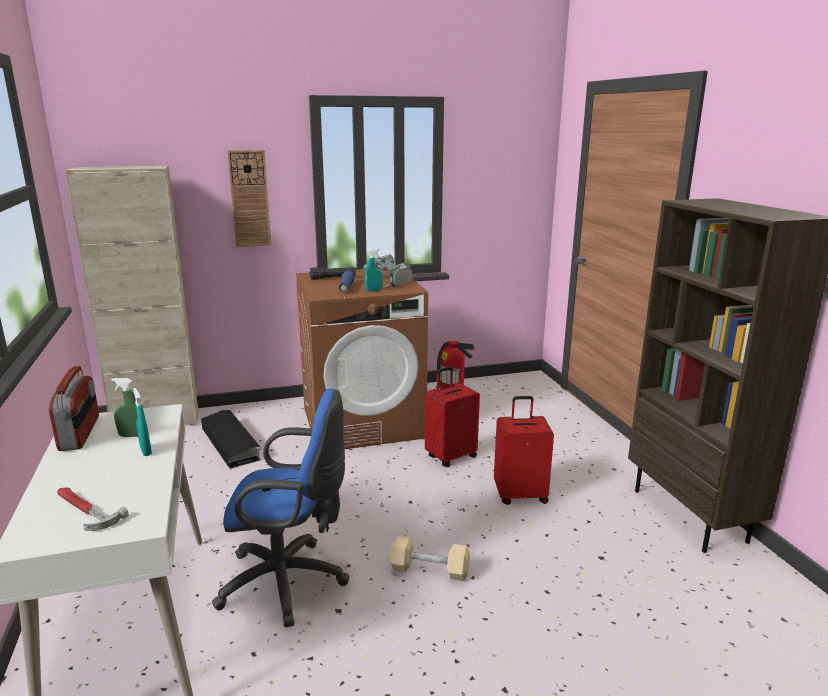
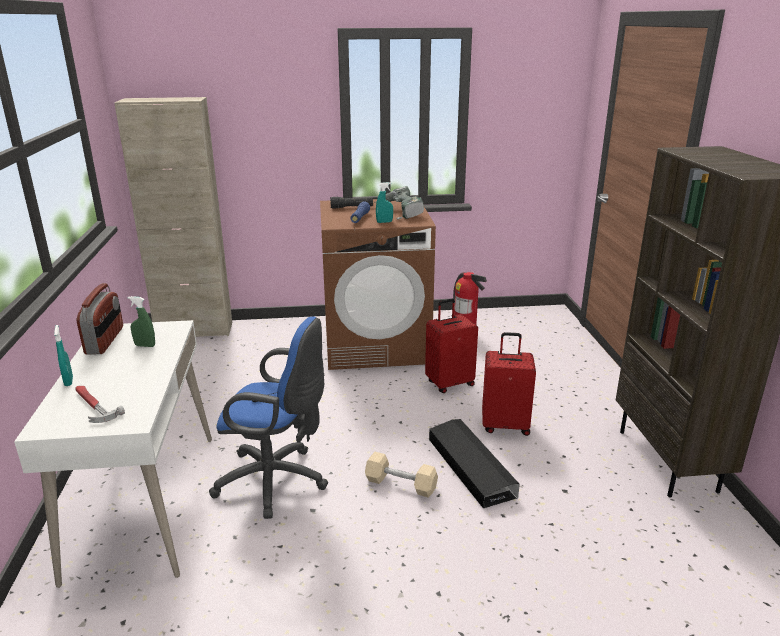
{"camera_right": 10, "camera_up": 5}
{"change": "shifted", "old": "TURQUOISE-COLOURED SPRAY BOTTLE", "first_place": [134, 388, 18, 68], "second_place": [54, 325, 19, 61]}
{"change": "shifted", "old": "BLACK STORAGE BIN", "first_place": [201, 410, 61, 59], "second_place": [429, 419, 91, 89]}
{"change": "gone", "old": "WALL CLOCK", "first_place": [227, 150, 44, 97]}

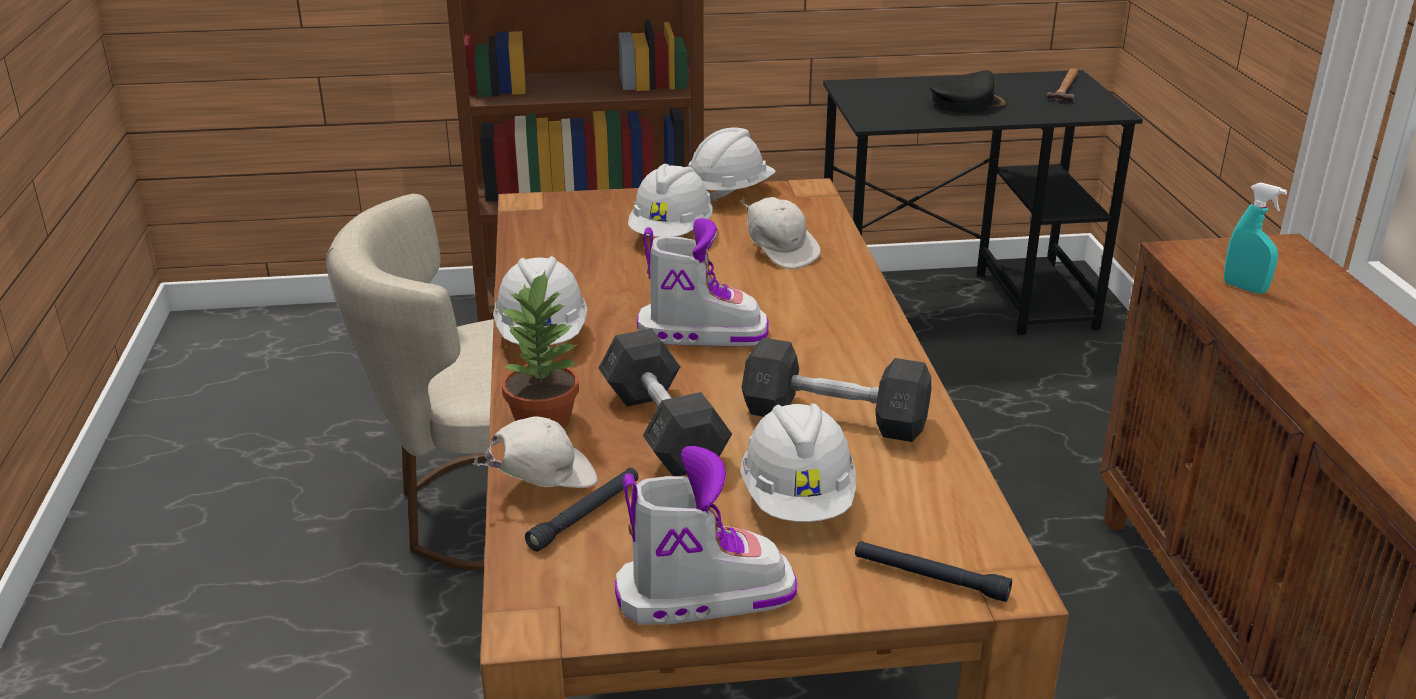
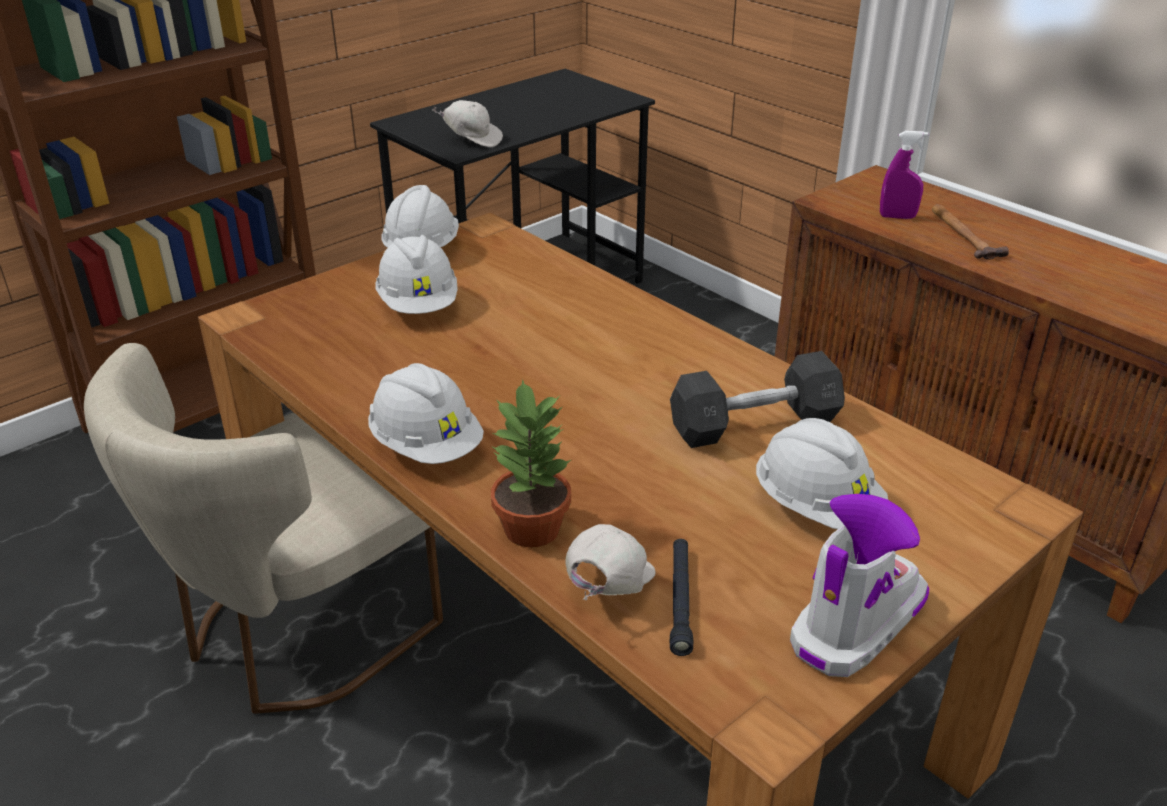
{"camera_right": -35, "camera_up": 5}
{"change": "shifted", "old": "WHITISH CAP", "first_place": [740, 197, 81, 72], "second_place": [433, 100, 70, 47]}
{"change": "repainted", "old": "TURQUOISE-COLOURED SPRAY BOTTLE", "new": "PURPLE SPRAY BOTTLE", "first_place": [1224, 182, 63, 112], "second_place": [880, 131, 48, 88]}
{"change": "shifted", "old": "HAND HAMMER", "first_place": [1046, 68, 32, 34], "second_place": [932, 204, 77, 56]}
{"change": "gone", "old": "GREY FREE WEIGHT", "first_place": [599, 328, 133, 148]}
{"change": "gone", "old": "HIGH-TOP BOOT", "first_place": [637, 218, 132, 129]}
{"change": "gone", "old": "BLACK FLASHLIGHT", "first_place": [855, 541, 157, 61]}
{"change": "gone", "old": "BLACK CAP", "first_place": [929, 70, 79, 43]}

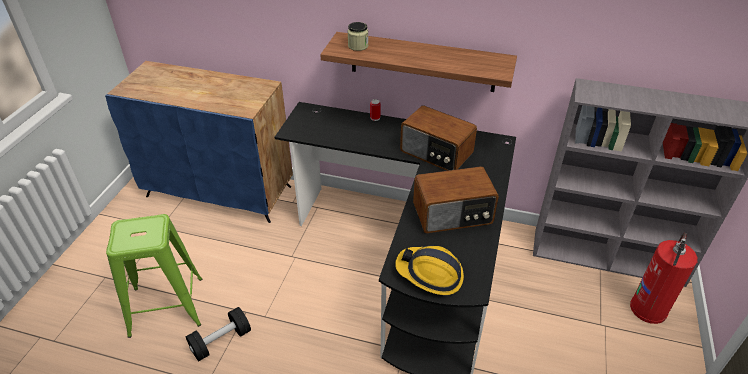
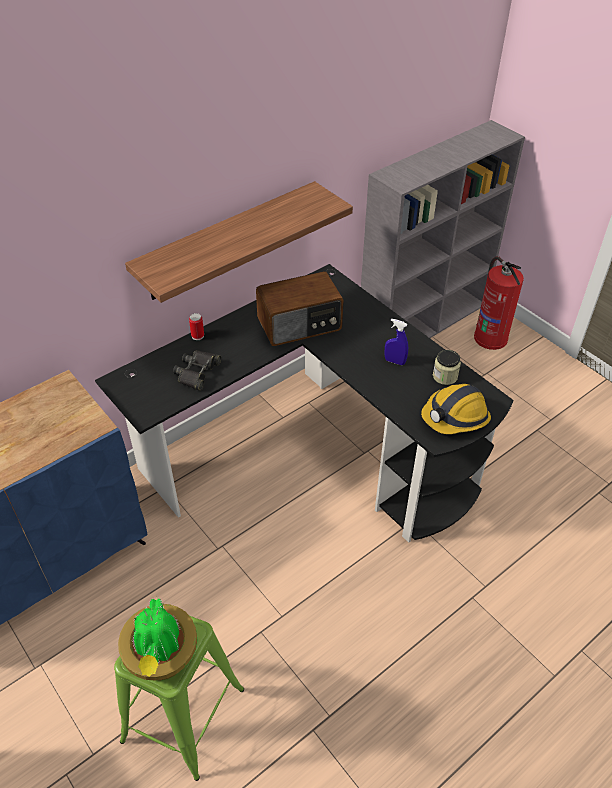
{"camera_right": -55, "camera_up": 5}
{"change": "new", "new": "POTTED PLANT", "second_place": [118, 595, 79, 86]}
{"change": "new", "new": "BLACK PAIR OF BINOCULARS", "second_place": [173, 350, 49, 41]}
{"change": "swapped", "old": "RADIO", "new": "BLUE-COLOURED SPRAY BOTTLE", "first_place": [413, 166, 86, 67], "second_place": [384, 319, 24, 46]}
{"change": "shifted", "old": "STORAGE JAR", "first_place": [348, 22, 20, 29], "second_place": [433, 350, 28, 35]}
{"change": "gone", "old": "BLACK FREE WEIGHT", "first_place": [186, 307, 65, 54]}

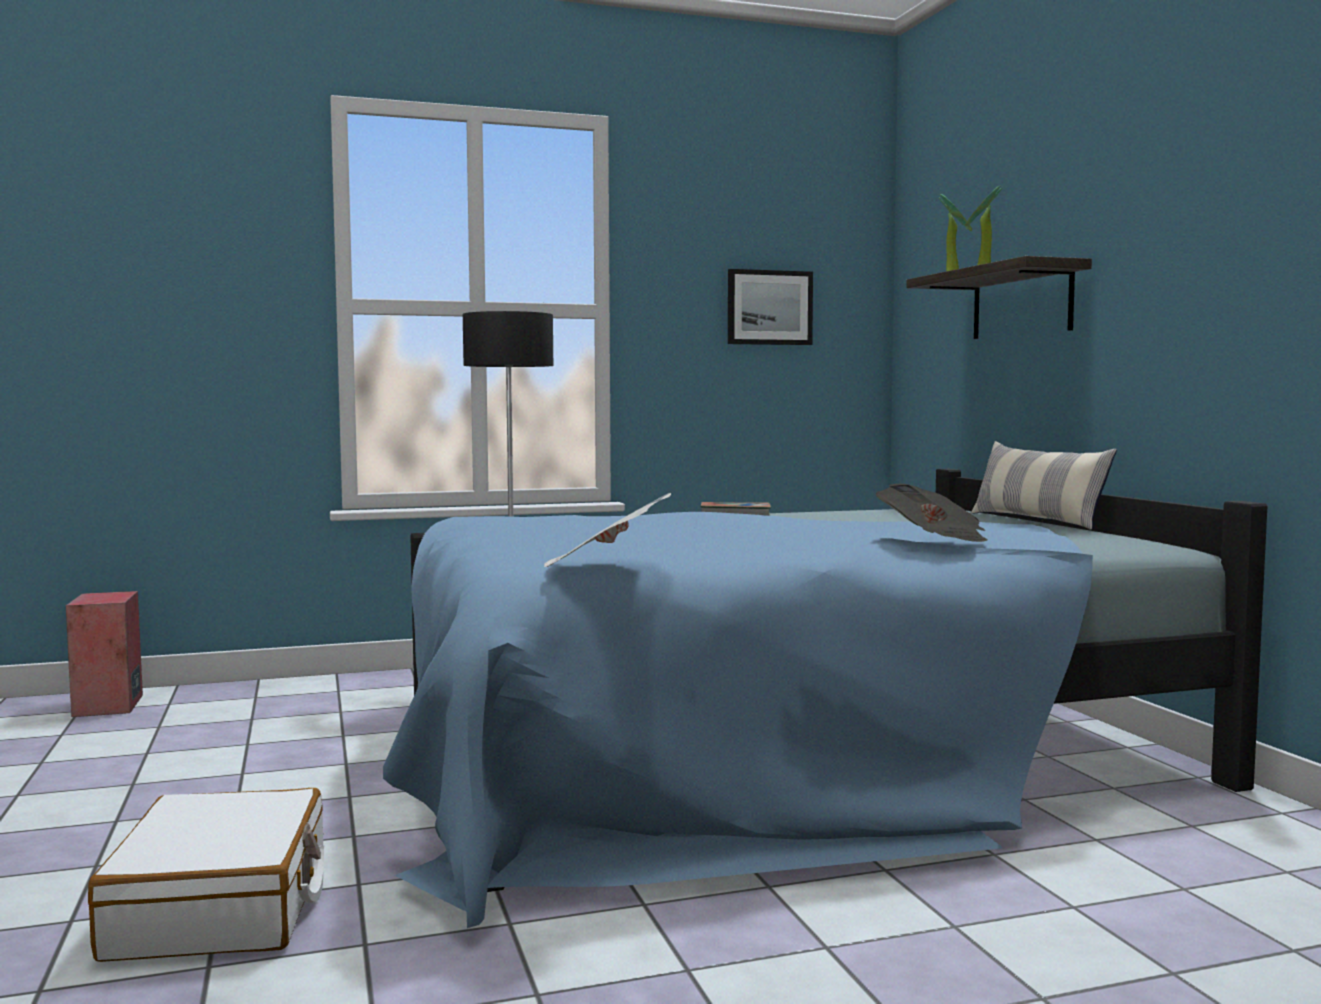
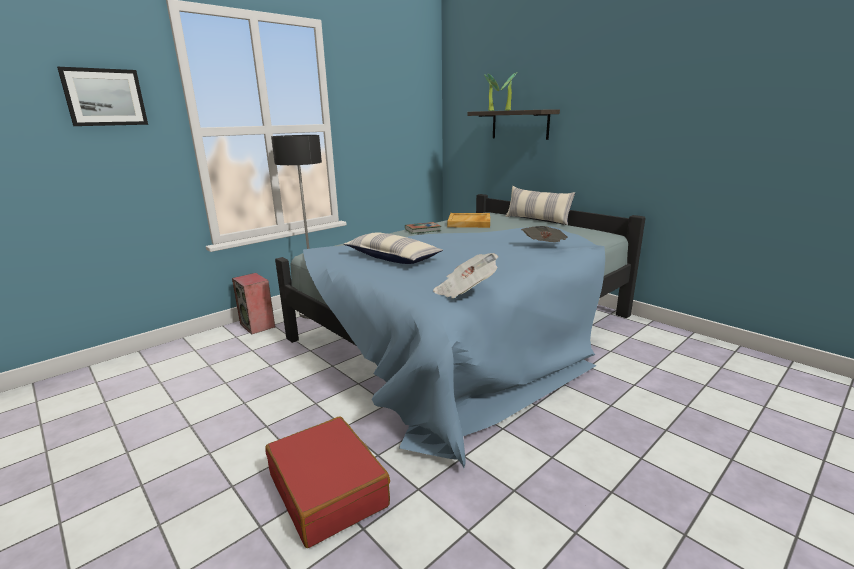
{"camera_right": -25, "camera_up": 15}
{"change": "shifted", "old": "PICTURE", "first_place": [728, 269, 85, 76], "second_place": [57, 67, 91, 59]}
{"change": "shifted", "old": "LOUDSPEAKER", "first_place": [66, 591, 77, 126], "second_place": [232, 273, 43, 61]}
{"change": "repainted", "old": "WHITISH SUITCASE", "new": "RED SUITCASE", "first_place": [88, 788, 236, 174], "second_place": [265, 416, 125, 132]}
{"change": "new", "new": "PILLOW", "second_place": [344, 233, 99, 31]}
{"change": "new", "new": "BEIGE-COLOURED CARRYING TRAY", "second_place": [447, 213, 43, 15]}

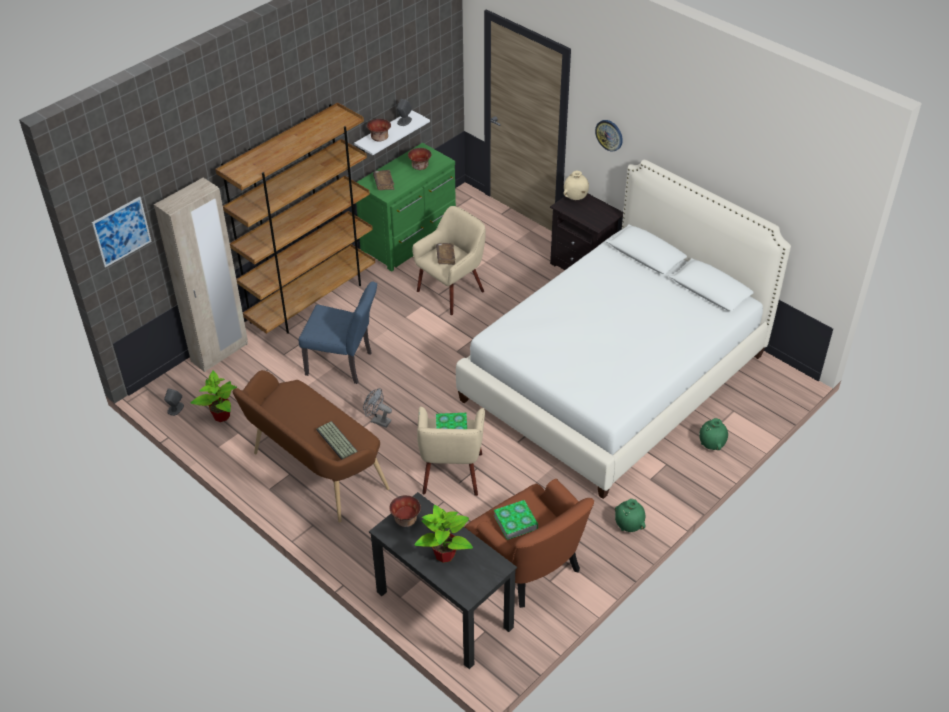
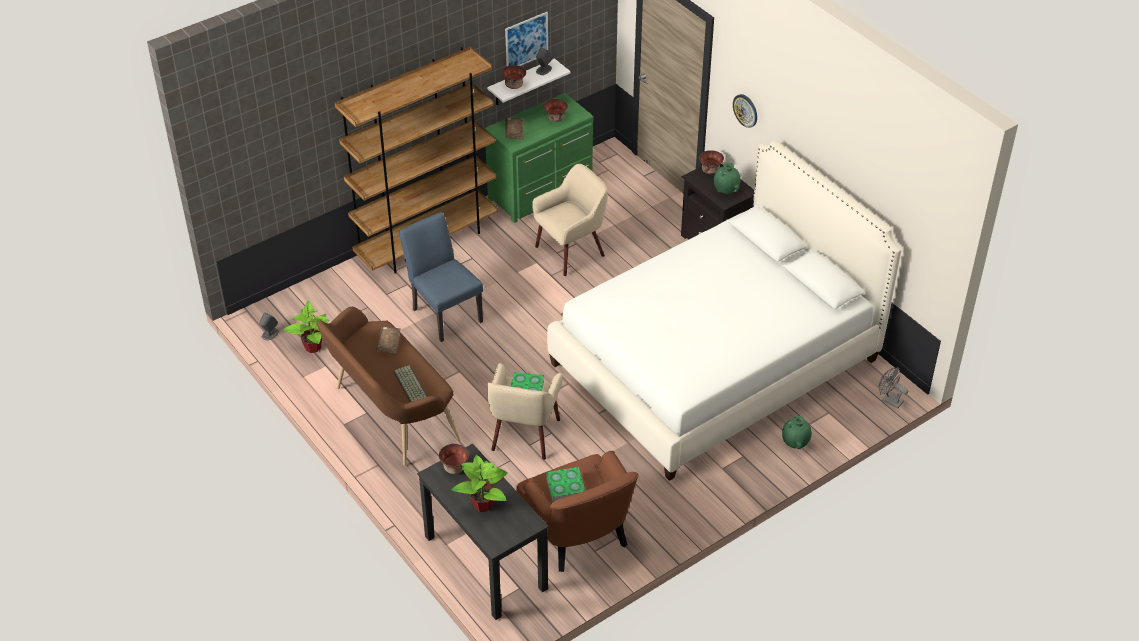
{"camera_right": 10, "camera_up": 0}
{"change": "shifted", "old": "BROWN-COLOURED VOLUME", "first_place": [436, 243, 19, 22], "second_place": [376, 327, 25, 27]}
{"change": "rotated", "old": "BLUE-COLOURED PLAIN CHAIR", "first_place": [299, 281, 78, 103], "second_place": [399, 212, 84, 130], "degrees": -150}
{"change": "shifted", "old": "PICTURE", "first_place": [92, 197, 60, 70], "second_place": [505, 12, 43, 54]}
{"change": "swapped", "old": "BEIGE-COLOURED VASE", "new": "BOWL", "first_place": [564, 171, 25, 29], "second_place": [699, 150, 25, 24]}
{"change": "shifted", "old": "GREEN-COLOURED VASE", "first_place": [615, 499, 31, 33], "second_place": [714, 162, 27, 32]}
{"change": "shifted", "old": "GREY COOLING FAN", "first_place": [363, 388, 29, 40], "second_place": [878, 367, 30, 41]}
{"change": "gone", "old": "BEIGE-COLOURED WARDROBE", "first_place": [154, 178, 94, 194]}

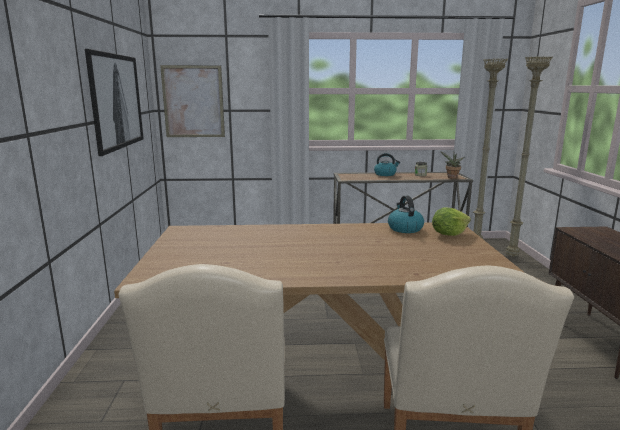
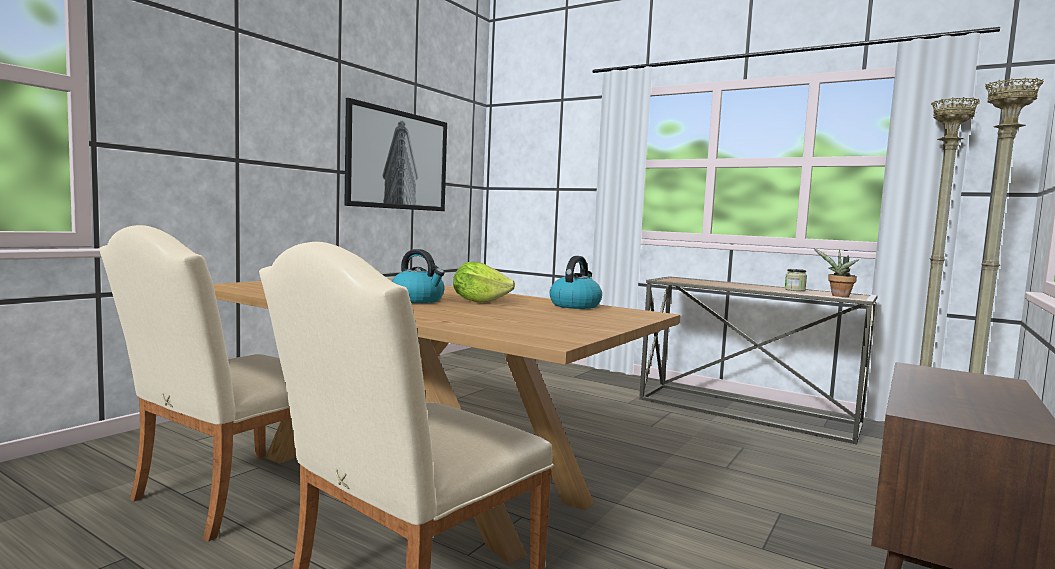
{"camera_right": 35, "camera_up": -10}
{"change": "shifted", "old": "TEA KETTLE", "first_place": [374, 153, 26, 23], "second_place": [392, 249, 53, 54]}
{"change": "shifted", "old": "LETTUCE", "first_place": [432, 208, 39, 28], "second_place": [453, 262, 62, 41]}
{"change": "gone", "old": "PICTURE", "first_place": [160, 65, 65, 72]}

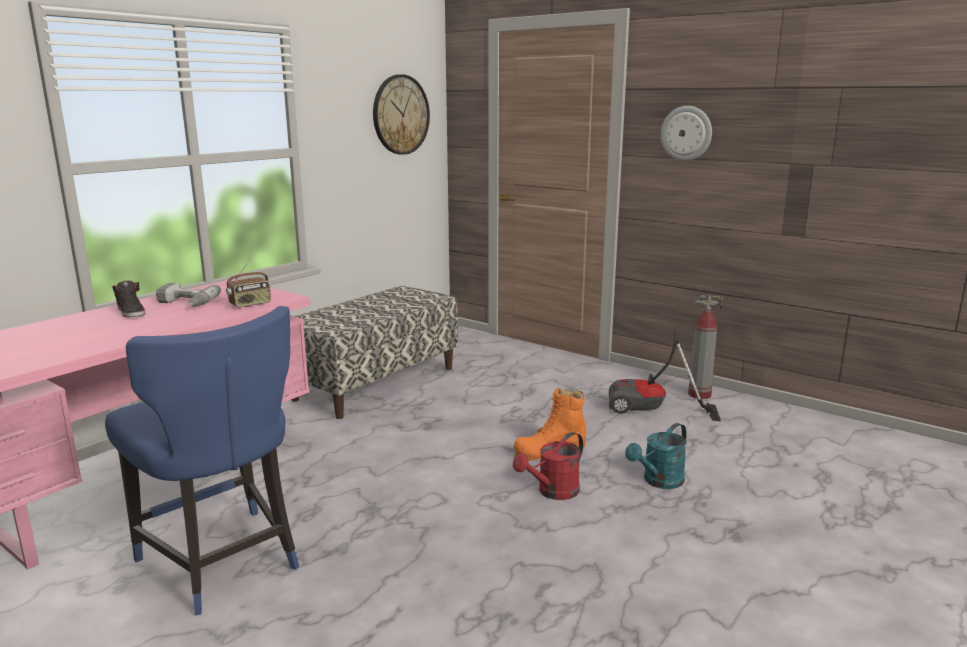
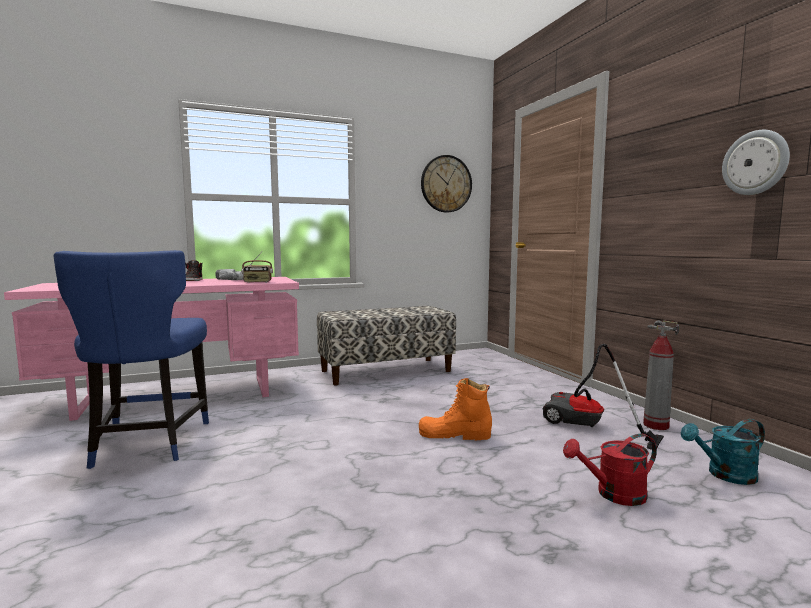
{"camera_right": 30, "camera_up": -10}
{"change": "shifted", "old": "RED WATERING CAN", "first_place": [513, 432, 70, 68], "second_place": [563, 433, 94, 73]}
{"change": "shifted", "old": "TURQUOISE-COLOURED WATERING CAN", "first_place": [625, 423, 62, 66], "second_place": [681, 419, 84, 66]}
{"change": "shifted", "old": "WALL CLOCK", "first_place": [661, 106, 51, 55], "second_place": [722, 130, 68, 65]}

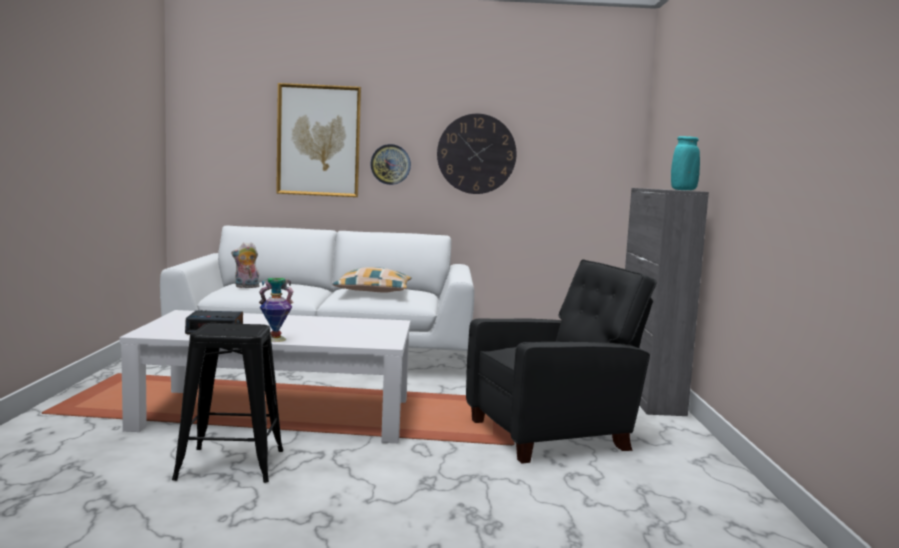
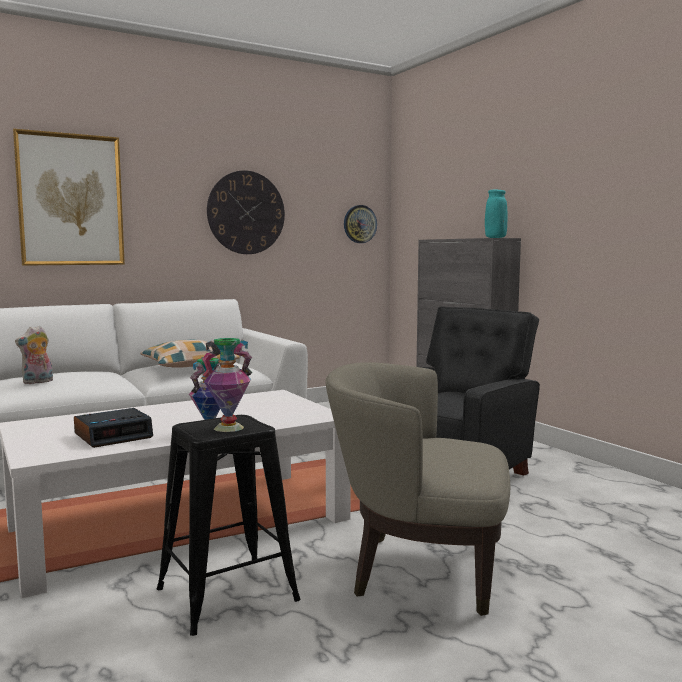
{"camera_right": -30, "camera_up": 0}
{"change": "new", "new": "VASE", "second_place": [202, 338, 50, 94]}
{"change": "new", "new": "BEIGE-COLOURED ARMCHAIR", "second_place": [325, 362, 185, 254]}
{"change": "shifted", "old": "WALL CLOCK", "first_place": [370, 144, 41, 41], "second_place": [344, 205, 33, 38]}

